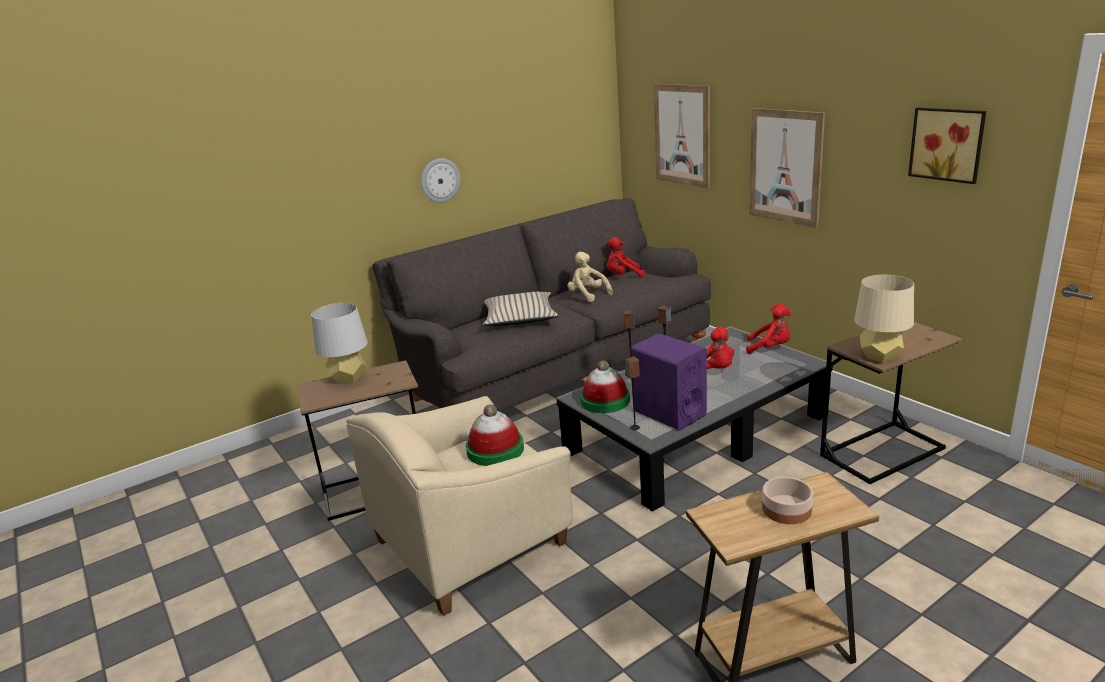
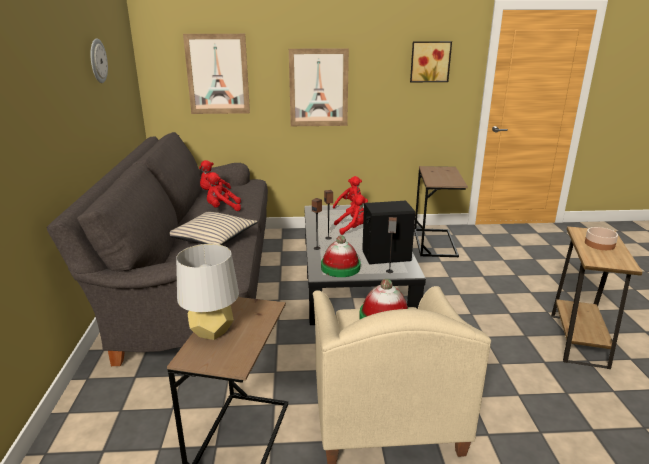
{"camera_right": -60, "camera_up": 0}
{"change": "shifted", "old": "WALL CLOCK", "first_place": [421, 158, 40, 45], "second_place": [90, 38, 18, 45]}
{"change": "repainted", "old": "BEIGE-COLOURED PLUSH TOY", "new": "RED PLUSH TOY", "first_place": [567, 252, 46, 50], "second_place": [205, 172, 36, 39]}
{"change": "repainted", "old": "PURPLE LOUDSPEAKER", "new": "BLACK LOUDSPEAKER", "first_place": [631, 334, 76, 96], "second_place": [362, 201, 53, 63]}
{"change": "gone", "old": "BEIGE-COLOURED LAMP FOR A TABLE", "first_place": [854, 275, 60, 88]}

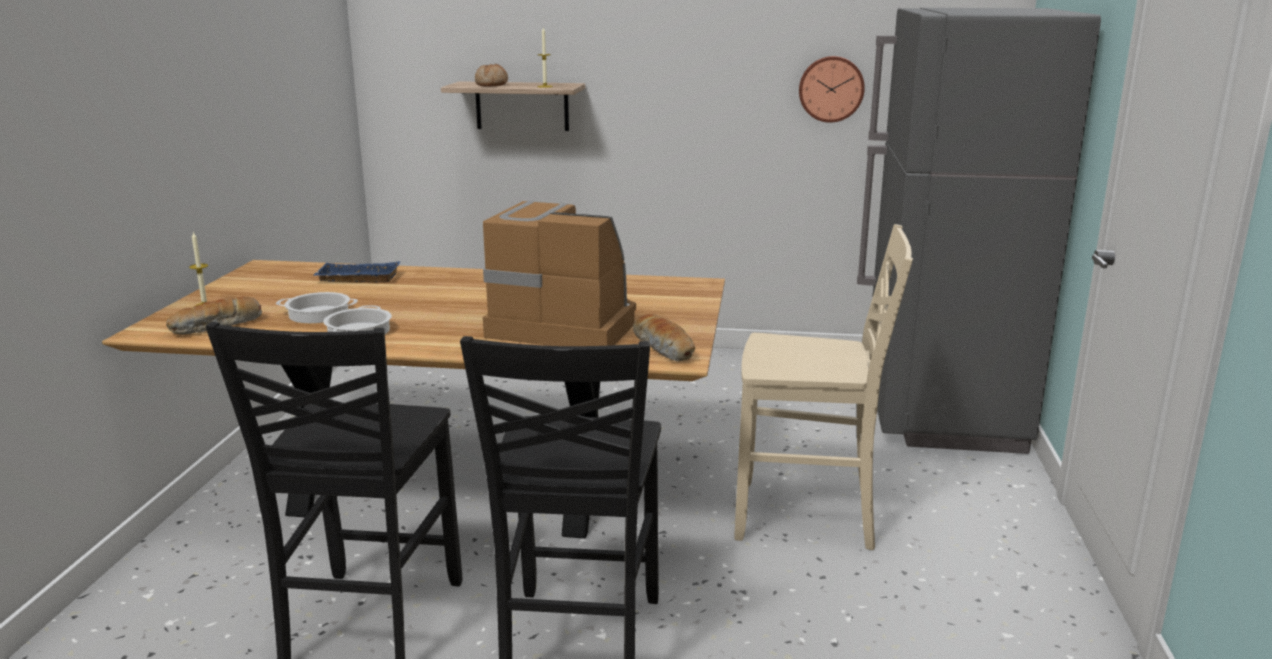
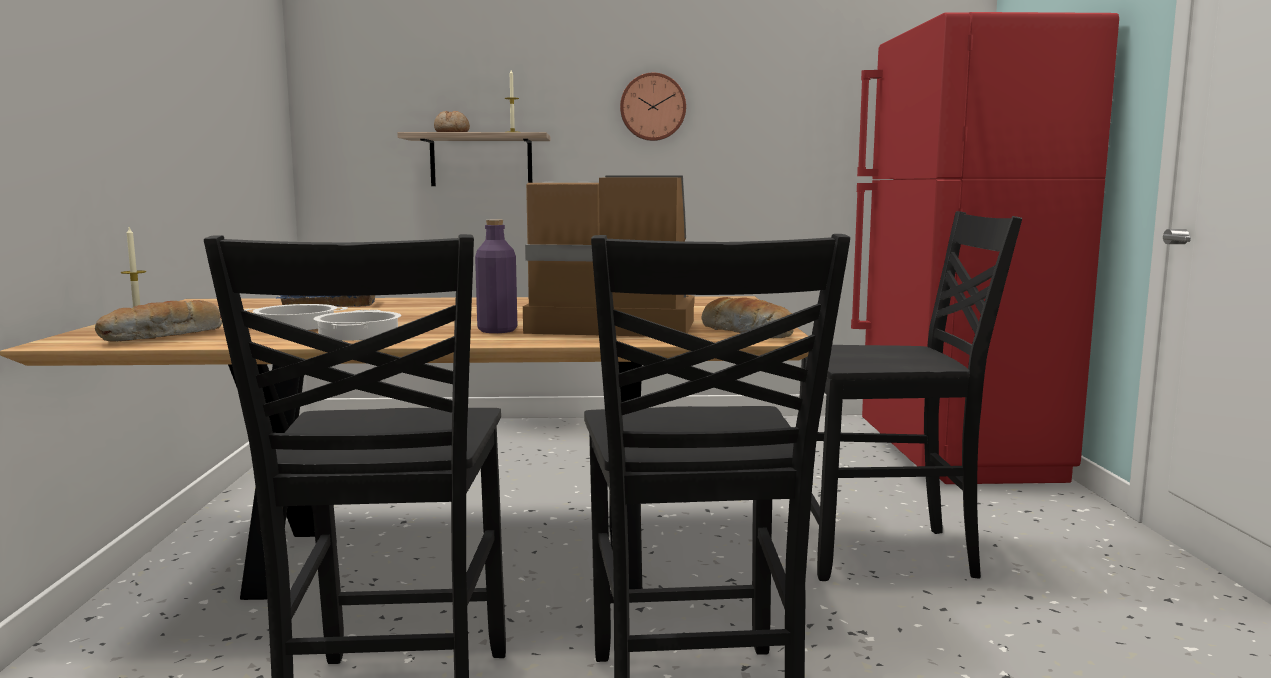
{"camera_right": -10, "camera_up": -10}
{"change": "new", "new": "PURPLE BOTTLE", "second_place": [475, 220, 42, 113]}
{"change": "shifted", "old": "WALL CLOCK", "first_place": [799, 56, 66, 67], "second_place": [620, 73, 66, 68]}
{"change": "repainted", "old": "BEIGE-COLOURED PLAIN CHAIR", "new": "BLACK PLAIN CHAIR", "first_place": [734, 224, 179, 326], "second_place": [800, 211, 222, 370]}
{"change": "repainted", "old": "GREY REFRIGERATOR", "new": "RED REFRIGERATOR", "first_place": [857, 8, 244, 446], "second_place": [851, 12, 268, 472]}

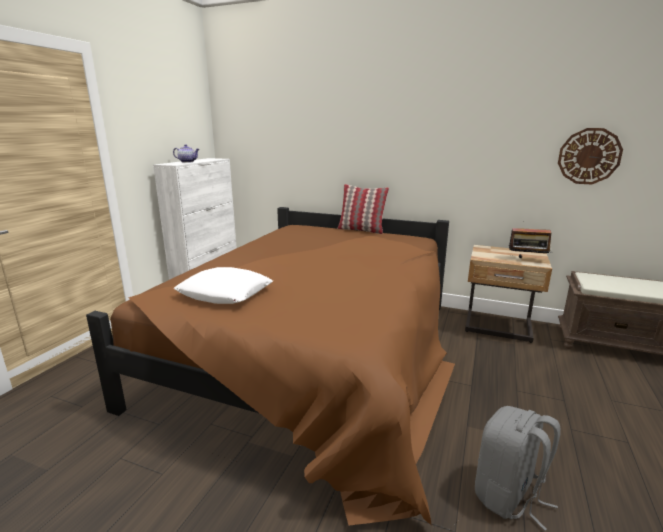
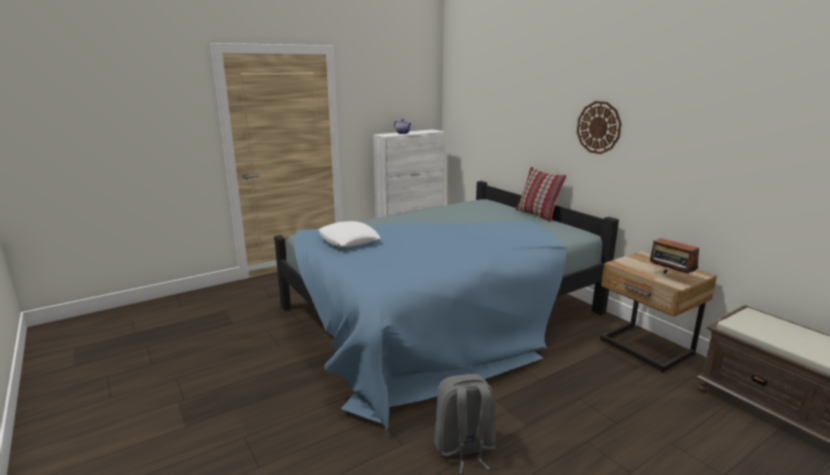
{"camera_right": 35, "camera_up": 0}
{"change": "repainted", "old": "BROWN-COLOURED SLEEPING BED", "new": "BLUE-COLOURED SLEEPING BED", "first_place": [86, 207, 369, 319], "second_place": [274, 181, 345, 250]}
{"change": "shifted", "old": "WALL CLOCK", "first_place": [558, 128, 65, 56], "second_place": [577, 101, 45, 53]}

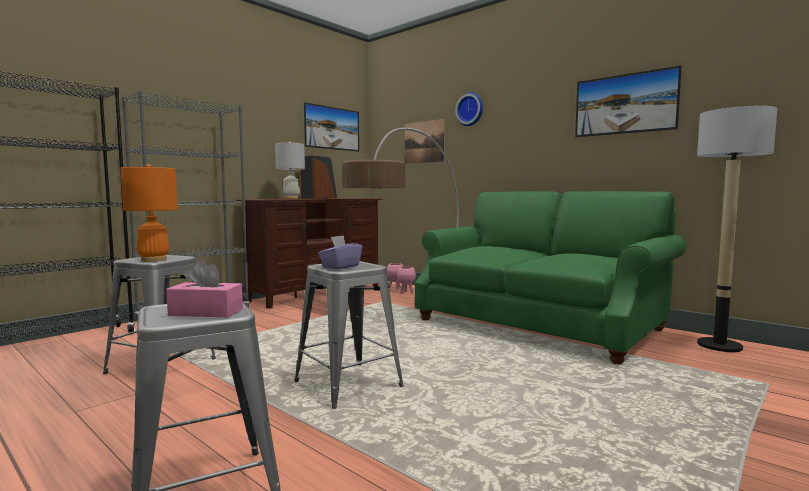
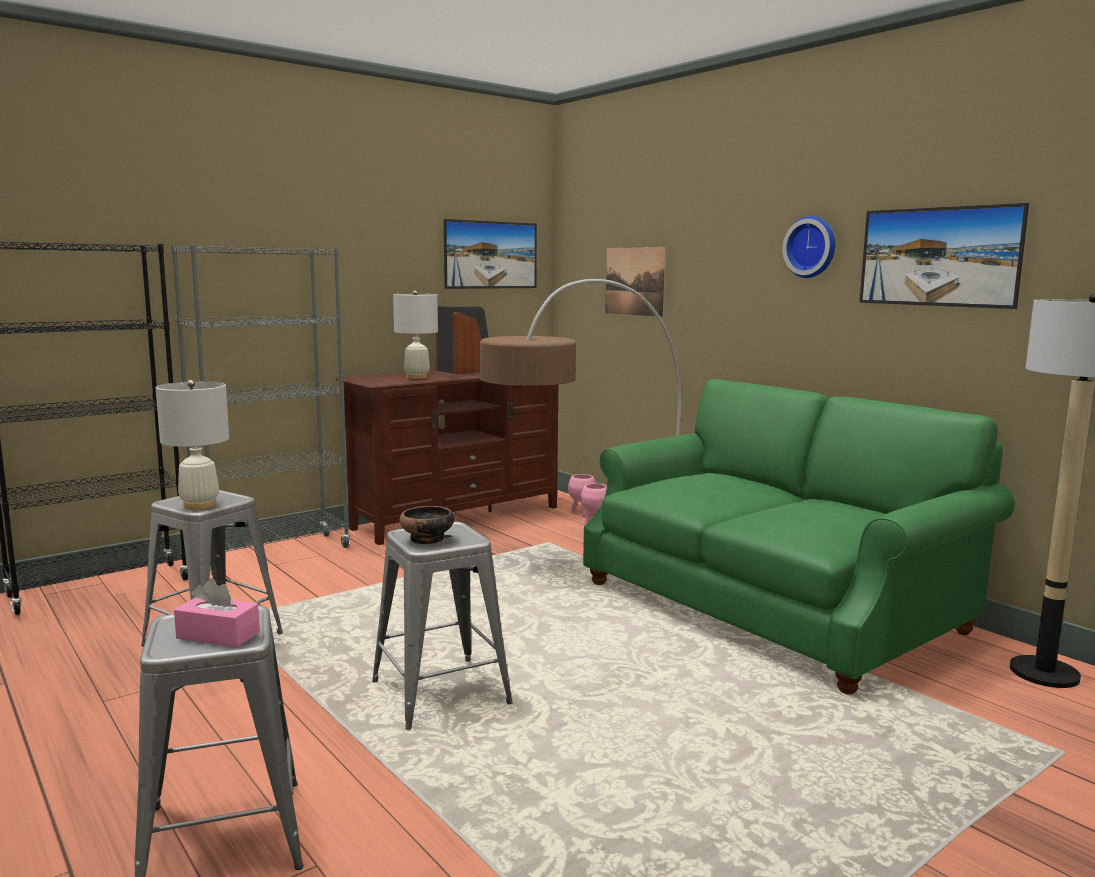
{"camera_right": 10, "camera_up": 5}
{"change": "repainted", "old": "ORANGE-COLOURED LAMP FOR A TABLE", "new": "WHITISH LAMP FOR A TABLE", "first_place": [120, 164, 58, 98], "second_place": [156, 380, 73, 130]}
{"change": "swapped", "old": "PURPLE TISSUE BOX", "new": "BOWL", "first_place": [318, 235, 44, 34], "second_place": [400, 506, 54, 38]}
{"change": "shifted", "old": "WALL CLOCK", "first_place": [455, 92, 28, 34], "second_place": [782, 216, 53, 62]}

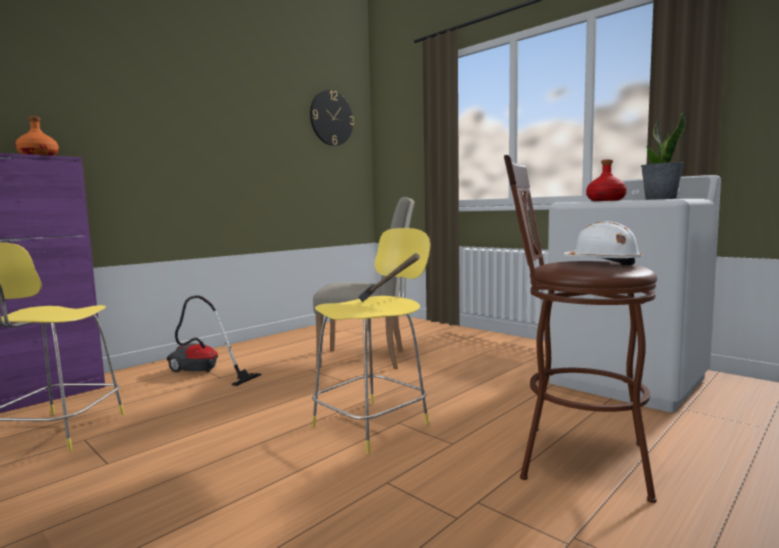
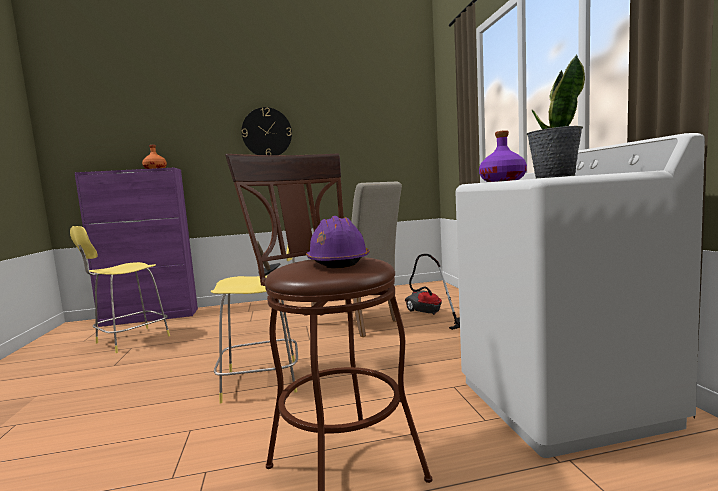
{"camera_right": 35, "camera_up": 0}
{"change": "shifted", "old": "WALL CLOCK", "first_place": [310, 90, 44, 56], "second_place": [242, 107, 50, 48]}
{"change": "repainted", "old": "WHITISH WORK HELMET", "new": "PURPLE WORK HELMET", "first_place": [564, 221, 79, 44], "second_place": [306, 216, 63, 52]}
{"change": "shifted", "old": "VACUUM CLEANER", "first_place": [167, 295, 95, 91], "second_place": [405, 254, 55, 76]}
{"change": "repainted", "old": "RED BOTTLE", "new": "PURPLE BOTTLE", "first_place": [586, 159, 41, 42], "second_place": [479, 130, 48, 52]}

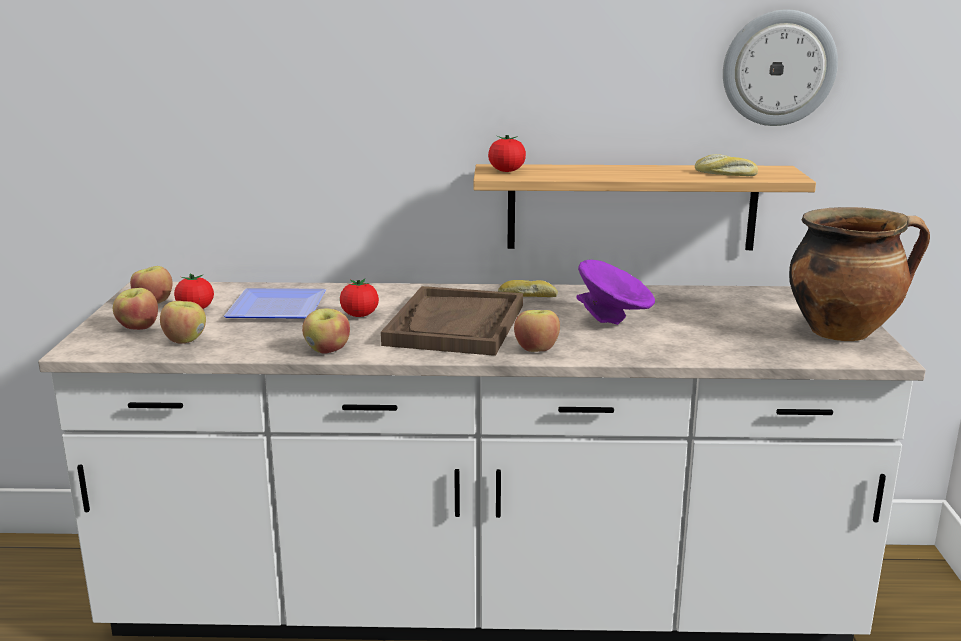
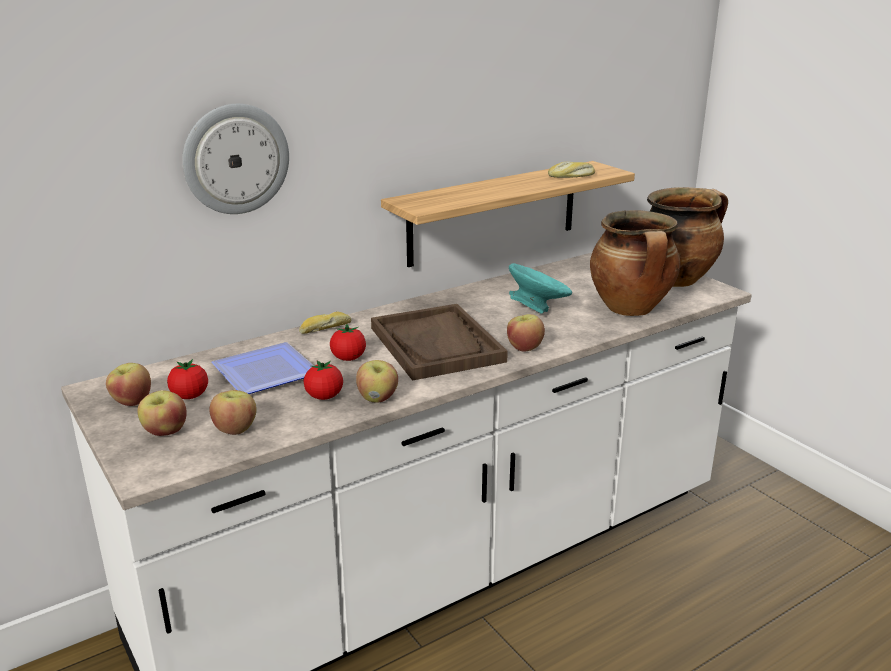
{"camera_right": -35, "camera_up": 5}
{"change": "shifted", "old": "WALL CLOCK", "first_place": [723, 10, 115, 116], "second_place": [182, 104, 107, 110]}
{"change": "shifted", "old": "BREAD", "first_place": [498, 280, 60, 17], "second_place": [299, 312, 52, 22]}
{"change": "shifted", "old": "FRESH TOMATO", "first_place": [488, 135, 38, 37], "second_place": [304, 361, 39, 39]}
{"change": "repainted", "old": "PURPLE BOWL", "new": "TURQUOISE-COLOURED BOWL", "first_place": [576, 260, 79, 65], "second_place": [509, 263, 63, 51]}
{"change": "new", "new": "SAUCEPOT", "second_place": [590, 210, 90, 106]}

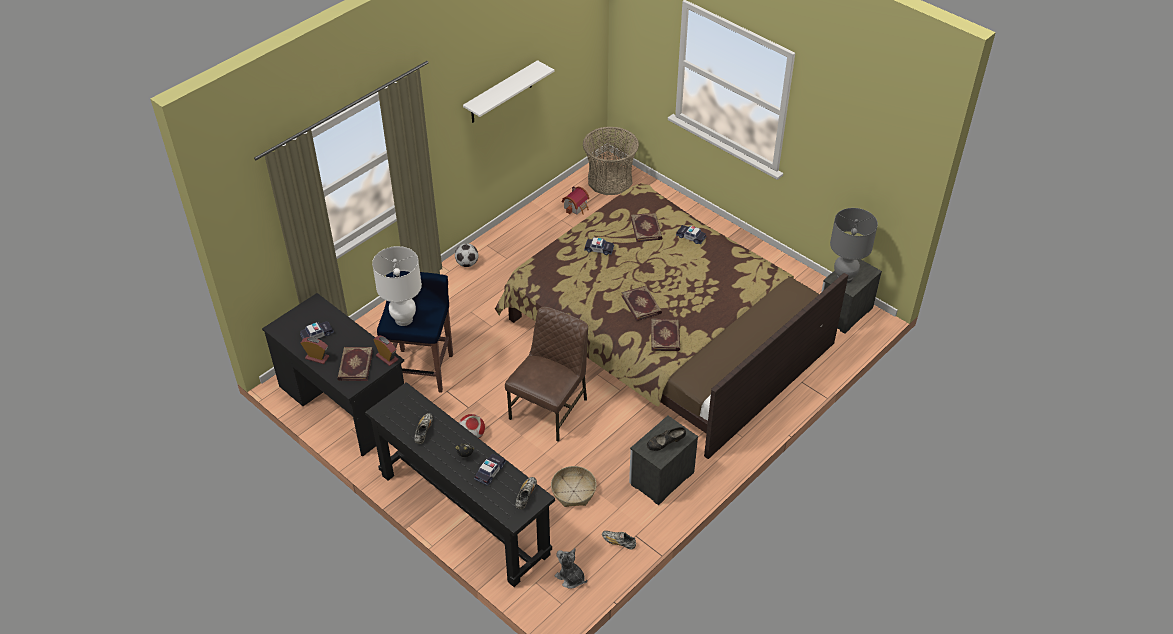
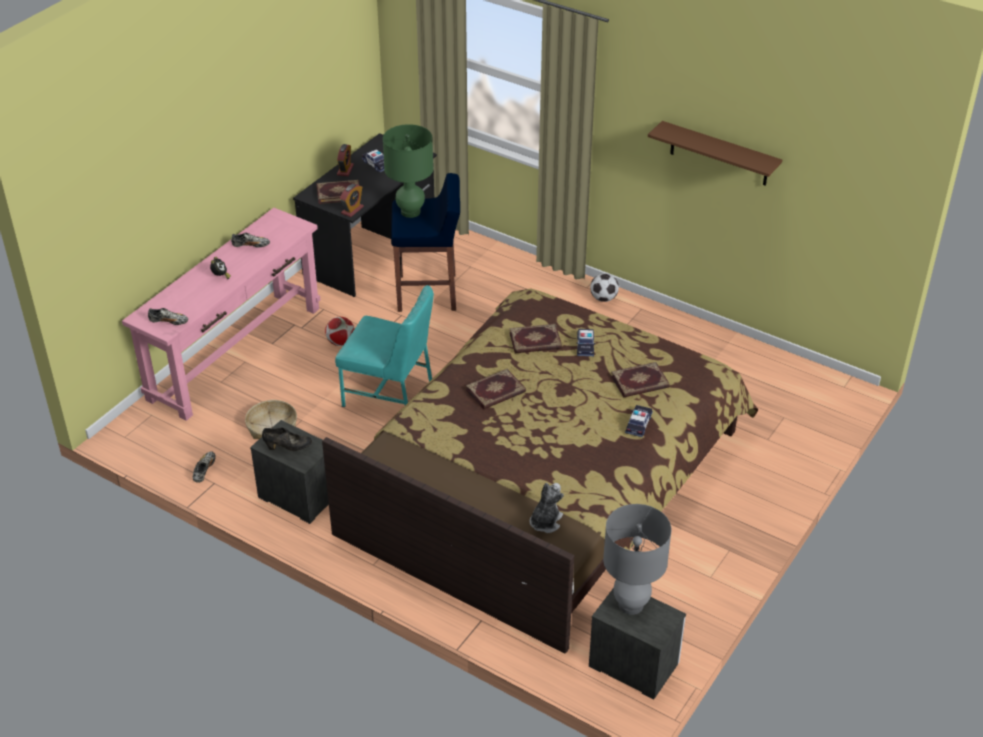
{"camera_right": 80, "camera_up": -5}
{"change": "repainted", "old": "BLACK HALL TABLE", "new": "PINK-COLOURED HALL TABLE", "first_place": [365, 382, 190, 205], "second_place": [122, 208, 198, 213]}
{"change": "rotated", "old": "BLACK LOW SHOE", "first_place": [647, 427, 39, 24], "second_place": [262, 428, 50, 23], "degrees": 120}
{"change": "repainted", "old": "BROWN-COLOURED PLAIN CHAIR", "new": "TURQUOISE-COLOURED PLAIN CHAIR", "first_place": [505, 306, 83, 136], "second_place": [335, 285, 99, 122]}
{"change": "repainted", "old": "WHITISH LAMP FOR A TABLE", "new": "GREEN-COLOURED LAMP FOR A TABLE", "first_place": [372, 246, 50, 80], "second_place": [383, 124, 50, 94]}
{"change": "shifted", "old": "VOLUME", "first_place": [651, 319, 29, 32], "second_place": [509, 324, 53, 29]}
{"change": "shifted", "old": "PLUSH TOY", "first_place": [554, 548, 33, 41], "second_place": [530, 483, 34, 50]}
{"change": "repainted", "old": "WHITISH BRACKET SHELF", "new": "BROWN-COLOURED BRACKET SHELF", "first_place": [463, 60, 91, 63], "second_place": [648, 121, 134, 65]}
{"change": "gone", "old": "MINIATURE CAR", "first_place": [474, 454, 32, 32]}
{"change": "gone", "old": "MINIATURE HOUSE", "first_place": [562, 186, 27, 29]}
{"change": "gone", "old": "HOUSEHOLD BASKET", "first_place": [583, 127, 56, 68]}

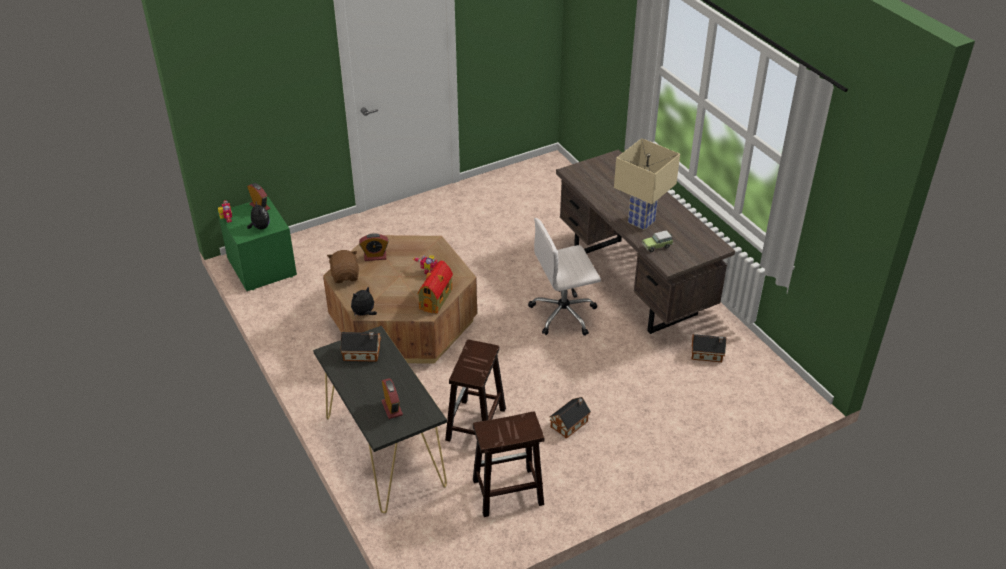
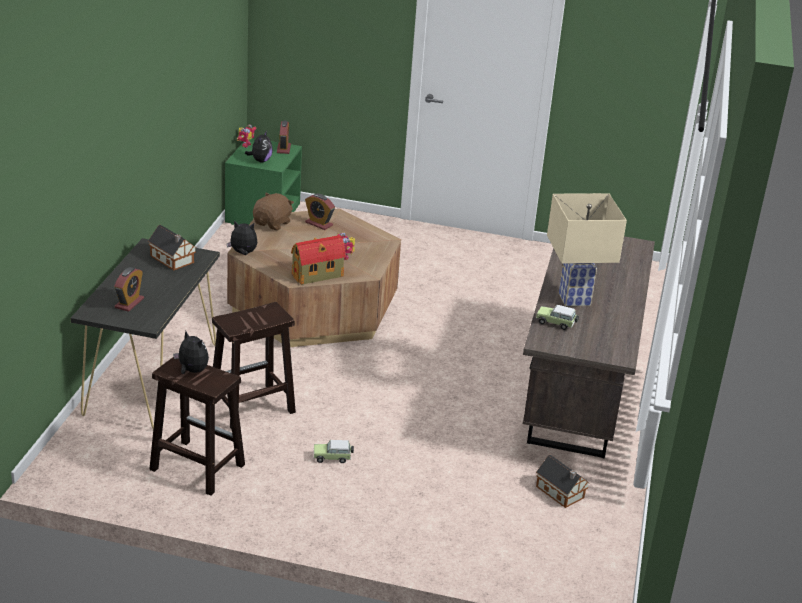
{"camera_right": 40, "camera_up": -10}
{"change": "new", "new": "PLUSH TOY", "second_place": [173, 331, 36, 43]}
{"change": "swapped", "old": "MINIATURE HOUSE", "new": "MINIATURE CAR", "first_place": [550, 397, 41, 42], "second_place": [314, 440, 40, 23]}
{"change": "gone", "old": "WHITISH OFFICE CHAIR", "first_place": [528, 218, 73, 118]}

